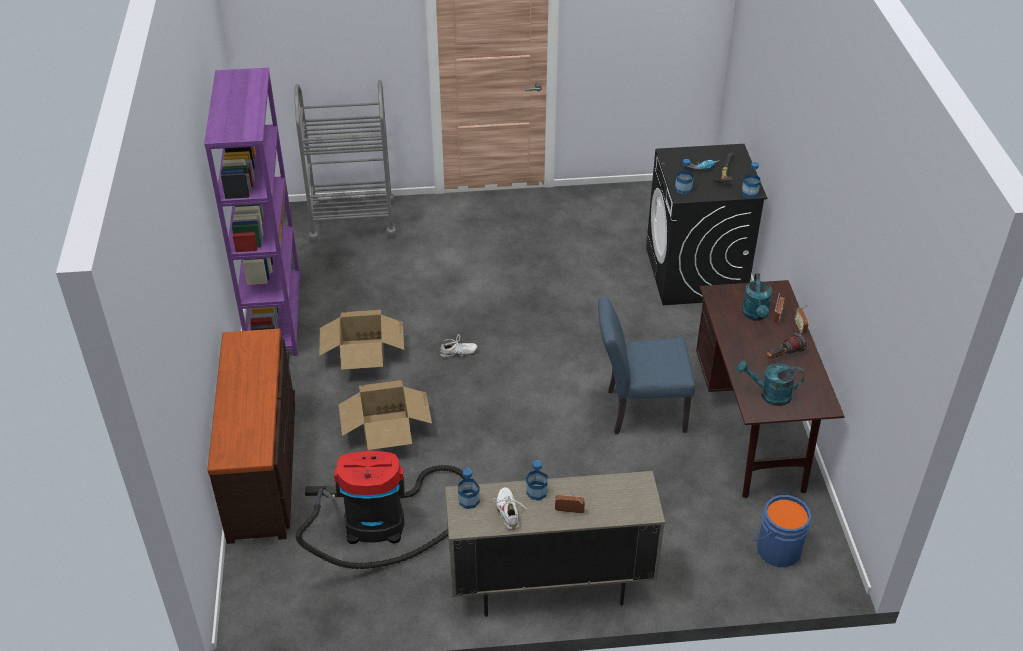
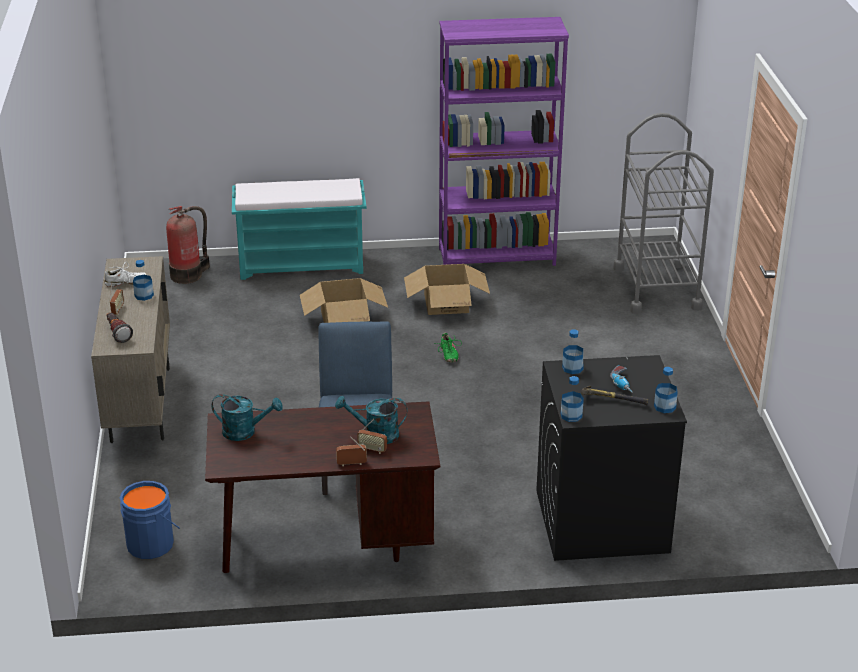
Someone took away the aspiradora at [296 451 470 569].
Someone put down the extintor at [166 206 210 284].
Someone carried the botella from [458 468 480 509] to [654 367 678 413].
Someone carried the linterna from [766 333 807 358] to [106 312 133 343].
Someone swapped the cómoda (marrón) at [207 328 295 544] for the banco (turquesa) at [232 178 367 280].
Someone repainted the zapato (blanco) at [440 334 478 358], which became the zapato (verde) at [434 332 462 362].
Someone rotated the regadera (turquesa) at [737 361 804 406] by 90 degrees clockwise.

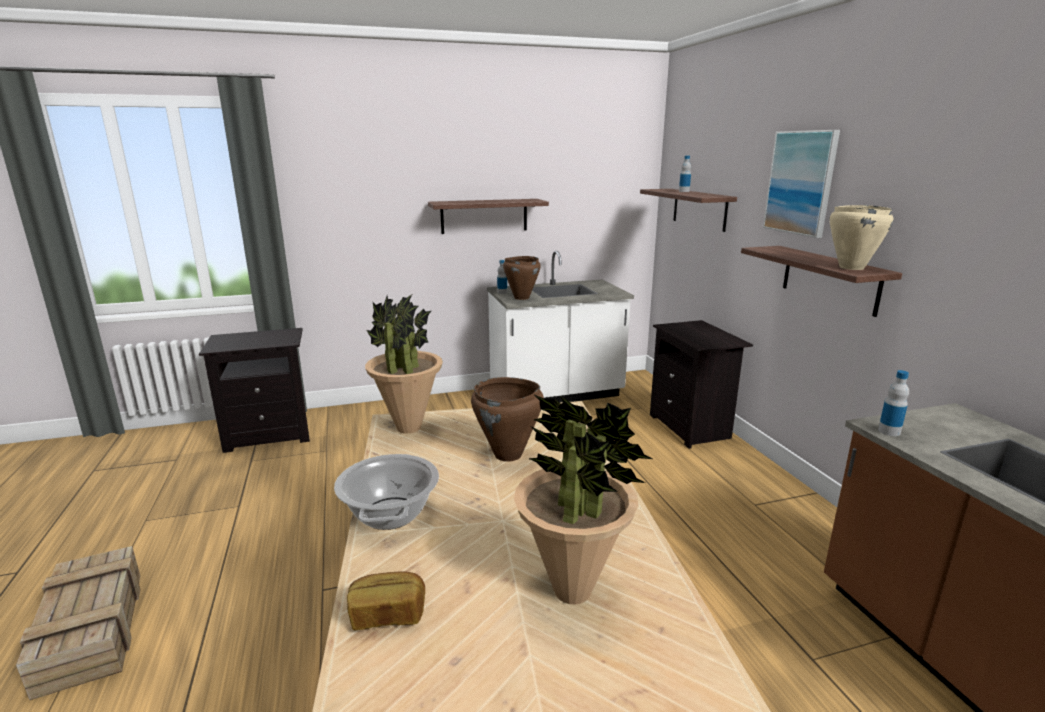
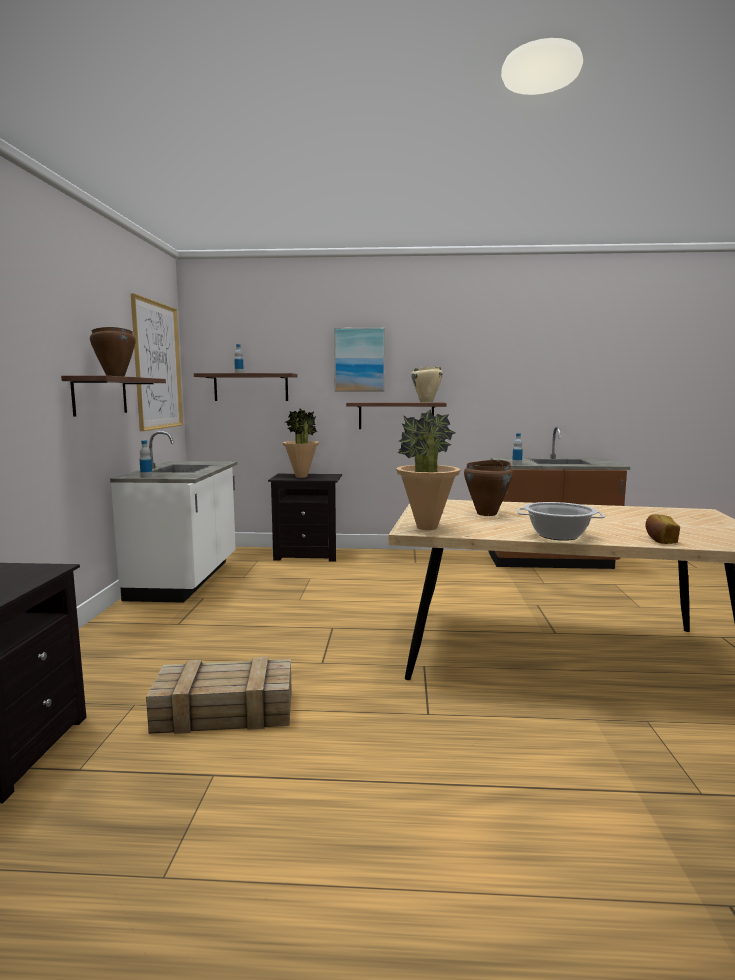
Someone put up the cuadro at [131 293 183 431].
Someone carried the caja de embalaje from [16 546 140 700] to [146 657 292 734].
Someone carried the olla (marrón) from [503 256 541 300] to [90 327 136 377].
Someone carried the planta en maceta from [514 394 652 604] to [282 409 319 478].

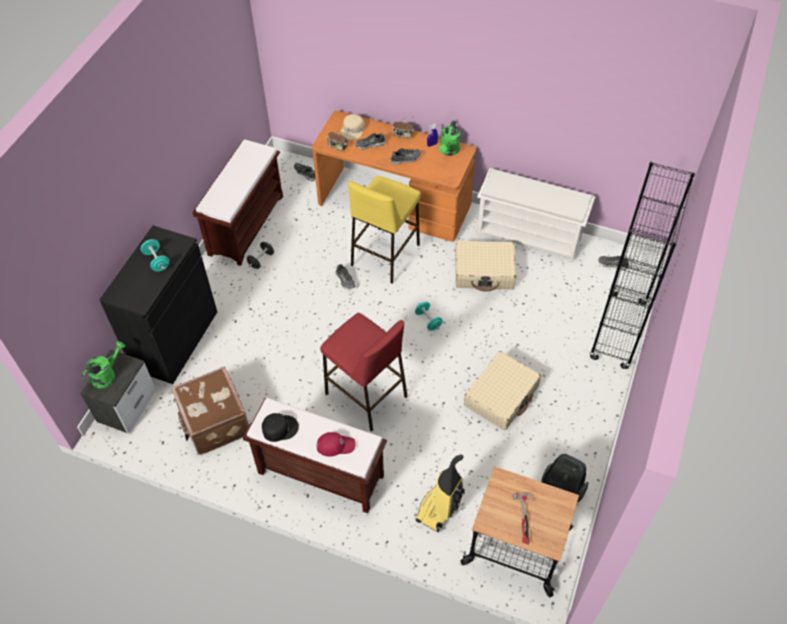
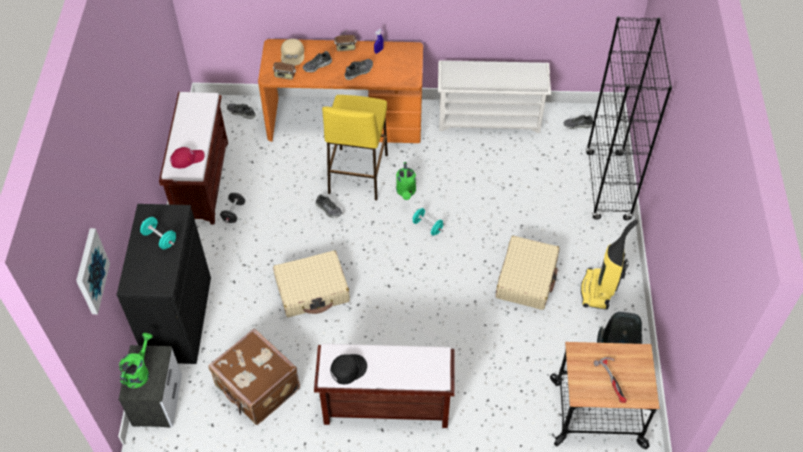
Someone took away the taburete (rojo) at [320 313 408 432].
Someone put up the cuadro at [76 228 110 314].
Someone carried the gorra (rojo) from [317 432 356 457] to [170 147 205 168].
Someone carried the aspiradora from [416 455 465 532] to [581 219 638 310].
Someone carried the regadera (verde) from [439 120 460 156] to [396 162 416 200].
Someone carried the maleta (beis) from [455 241 516 292] to [273 250 350 317].

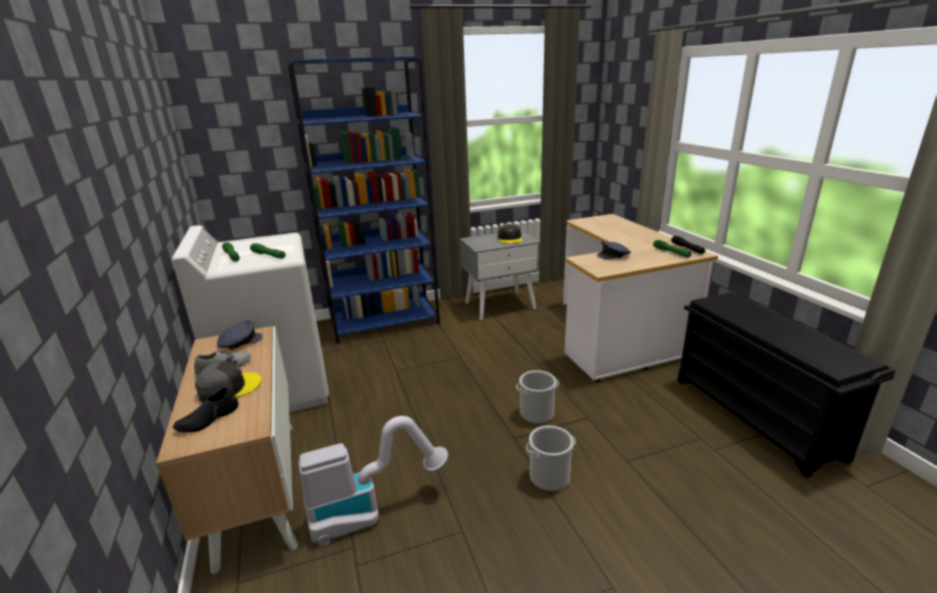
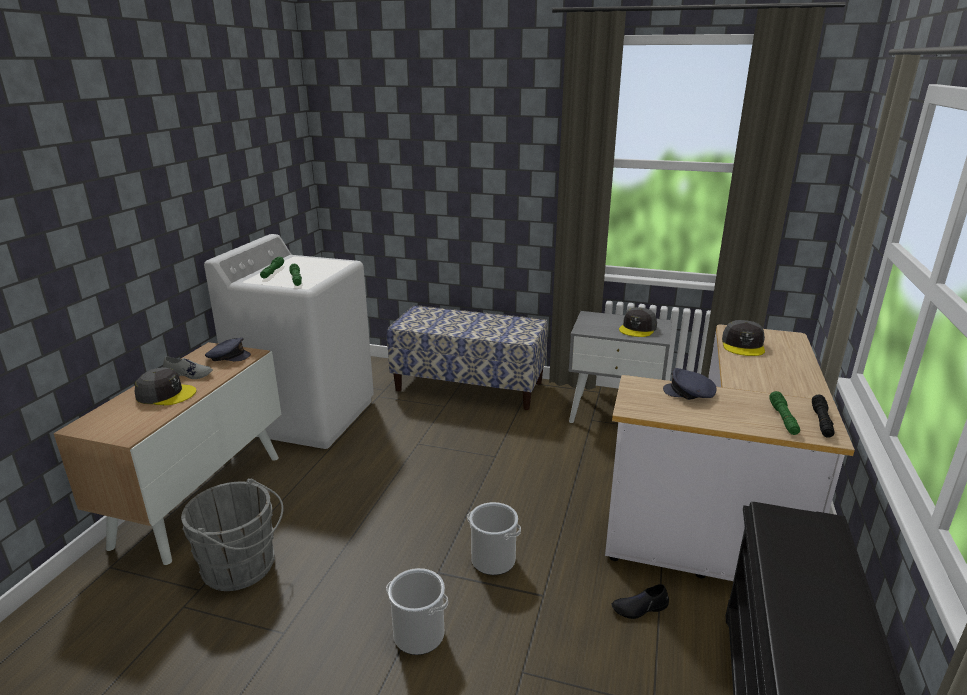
Someone put down the gorra (gris) at [722 320 765 356].
Someone carried the zapato (negro) from [173 387 239 432] to [611 584 669 619].
Someone swapped the estantería (azul) at [288 56 440 344] for the banco at [387 305 548 410].
Someone swapped the aspiradora at [299 416 448 546] for the cubo (gris) at [181 479 283 591].

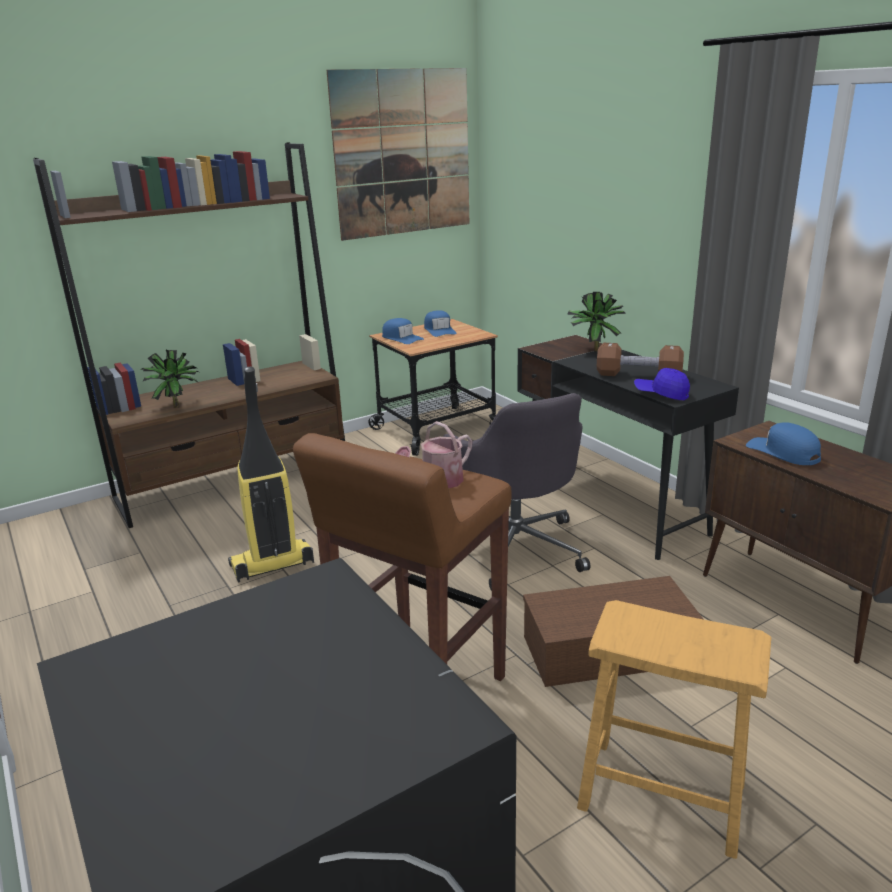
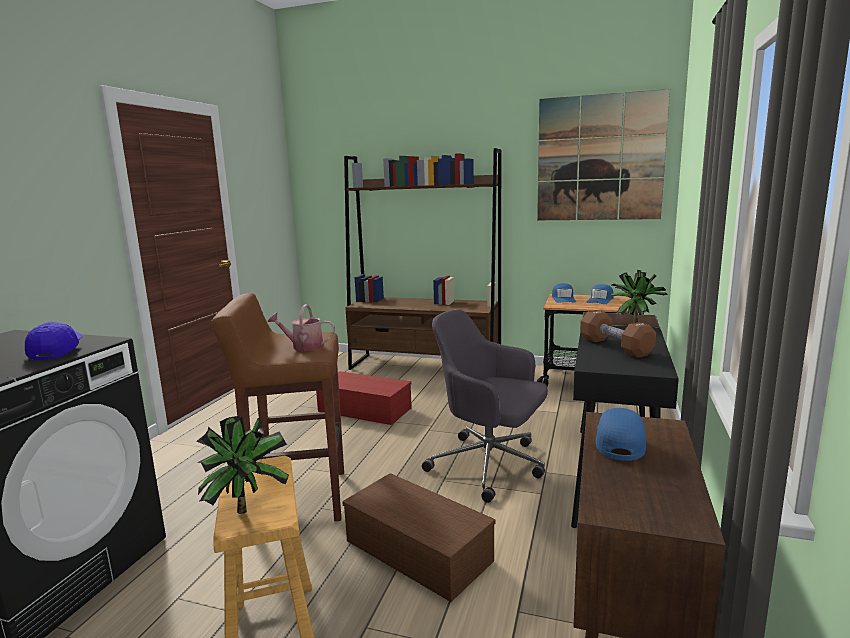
Someone carried the planta en maceta from [142 350 199 408] to [196 416 289 514].
Someone carried the gorra (azul) from [634 368 690 400] to [25 322 83 360].
Someone swapped the aspiradora at [228 367 314 582] for the caja de almacenaje (rojo) at [316 371 412 425].
Someone rotated the silla de oficina (gris) at [443 393 590 591] by 90 degrees clockwise.

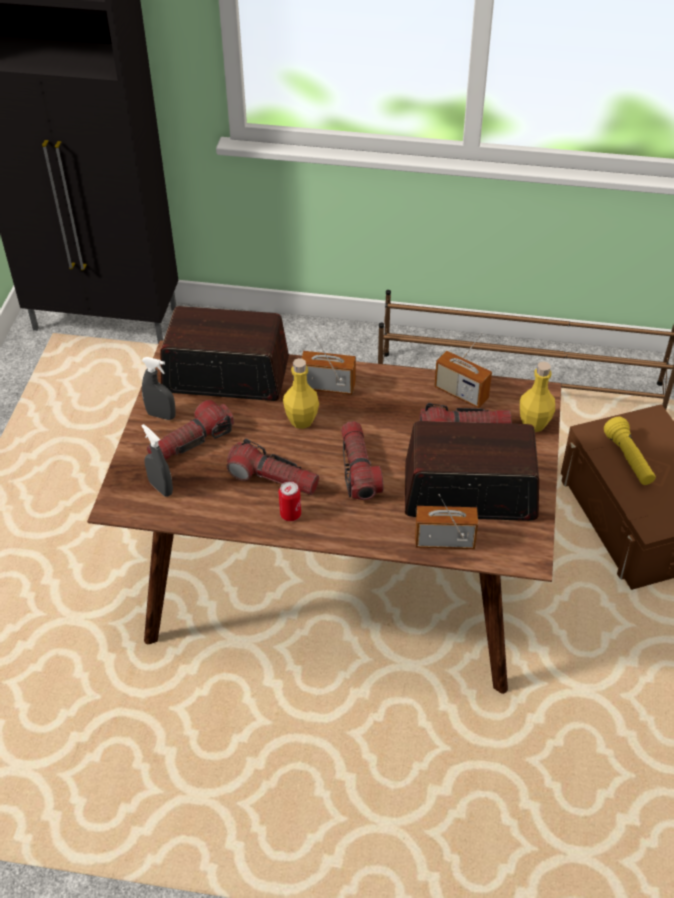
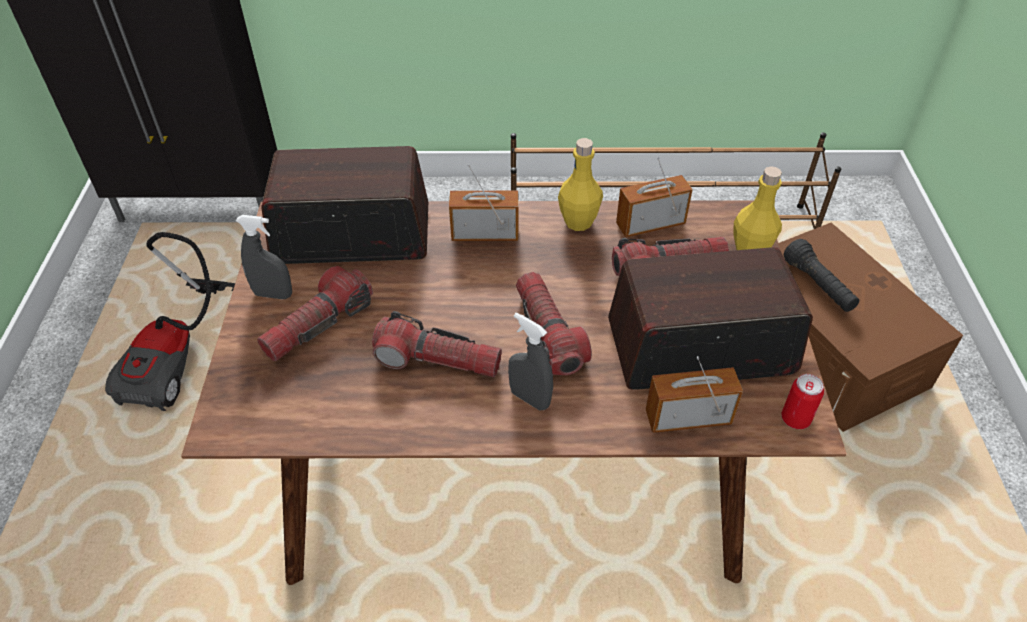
Someone put down the aspiradora at [105 232 235 411].
Someone carried the pulverizador (gris) from [142 424 173 497] to [508 313 553 410].
Someone carried the lata from [279 481 301 521] to [781 374 824 429].
Someone carried the botella (amarillo) from [283 358 319 429] to [558 138 603 231].
Someone repainted the linterna (amarillo) at [604 416 656 485], which became the linterna (negro) at [784 239 859 312].
Someone rotated the radio at [434 332 492 408] by 135 degrees clockwise.

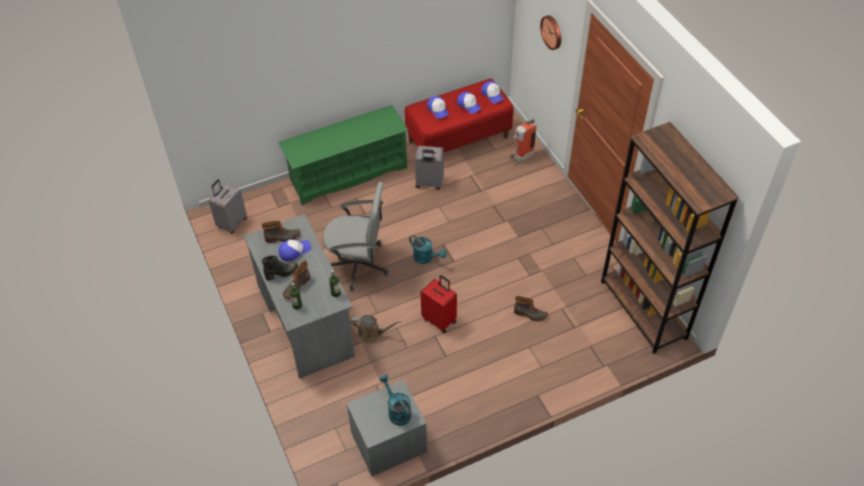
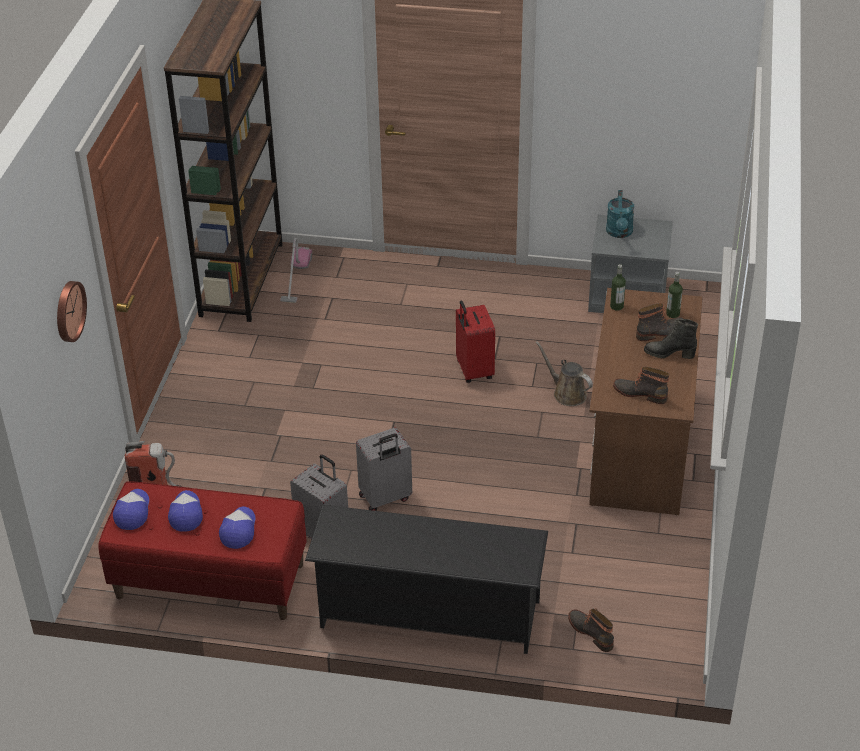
Someone took away the gorra at [279 240 311 261].
Someone took away the silla de oficina (gris) at [323 182 388 291].
Someone took away the regadera (turquesa) at [409 235 447 264].
Someone put down the aspiradora at [280 238 312 303].
Someone carried the maleta (gris) from [209 179 247 233] to [356 428 412 511].
Someone carried the bota from [514 296 548 321] to [568 609 614 652].
Someone repainted the escritorio (gris) at [244 214 355 379], which became the escritorio (marrón) at [589 288 703 515].
Someone repainted the zapatero (verde) at [278 105 409 205], which became the zapatero (negro) at [305 505 548 654].

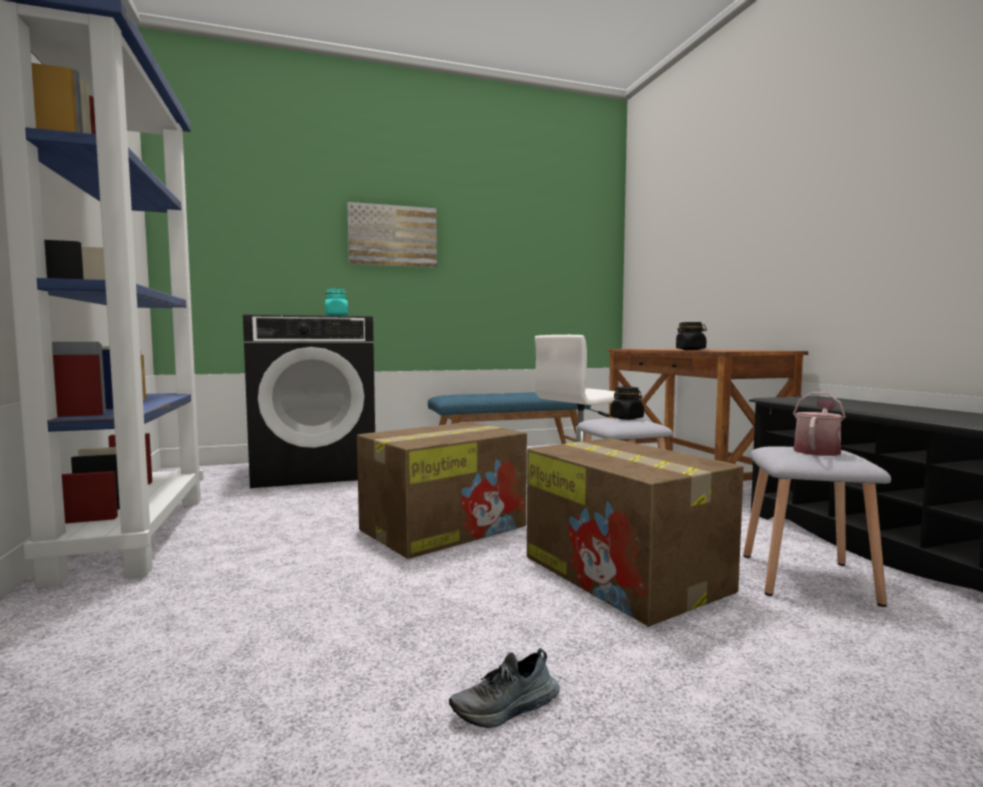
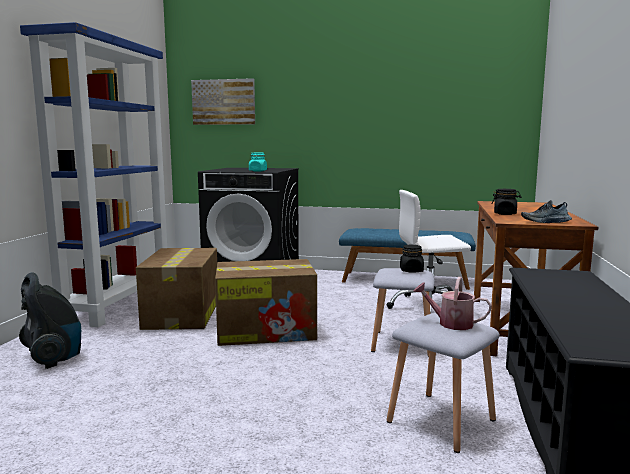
Someone put down the aspiradora at [19 272 81 369].
Someone carried the cuadro from [347 202 437 268] to [191 78 255 125].
Someone carried the zapato from [449 648 560 728] to [521 200 572 223].
Someone carried the caja de cartón from [527 438 744 626] to [136 248 217 330].
Someone rotated the regadera at [793 392 846 456] by 135 degrees counterclockwise.

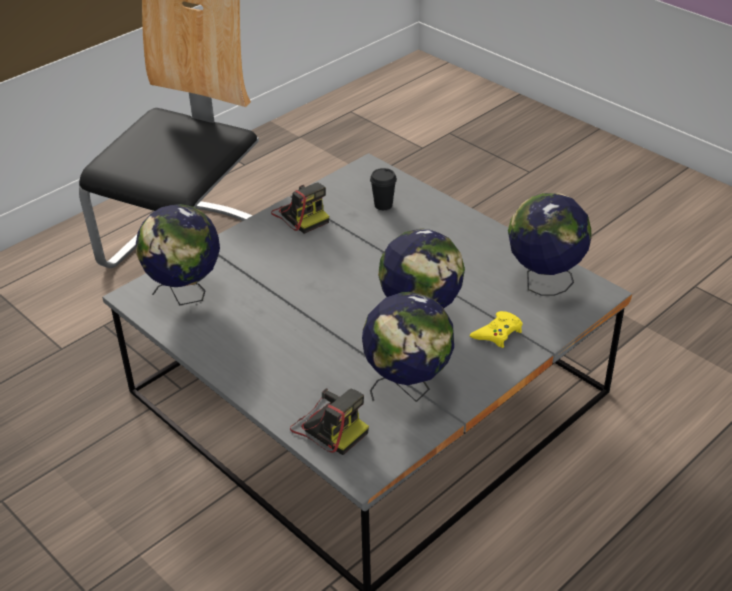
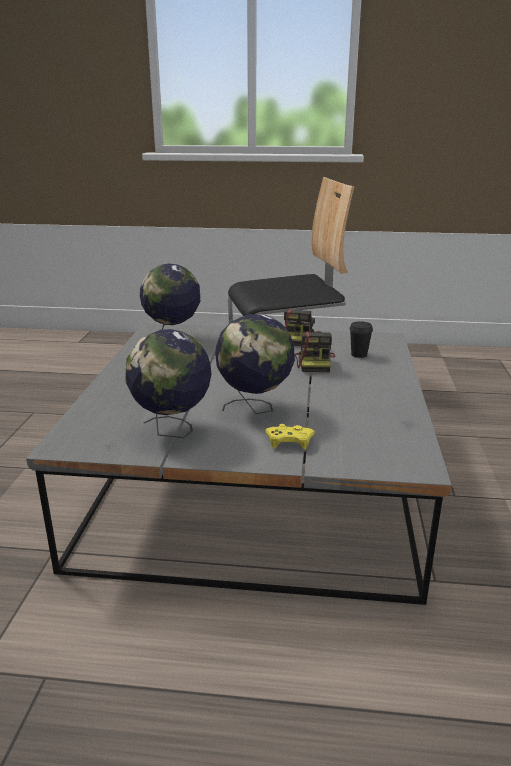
Someone took away the globo terráqueo at [508 193 592 296].
Someone carried the cámara from [290 388 369 455] to [295 332 336 372].

